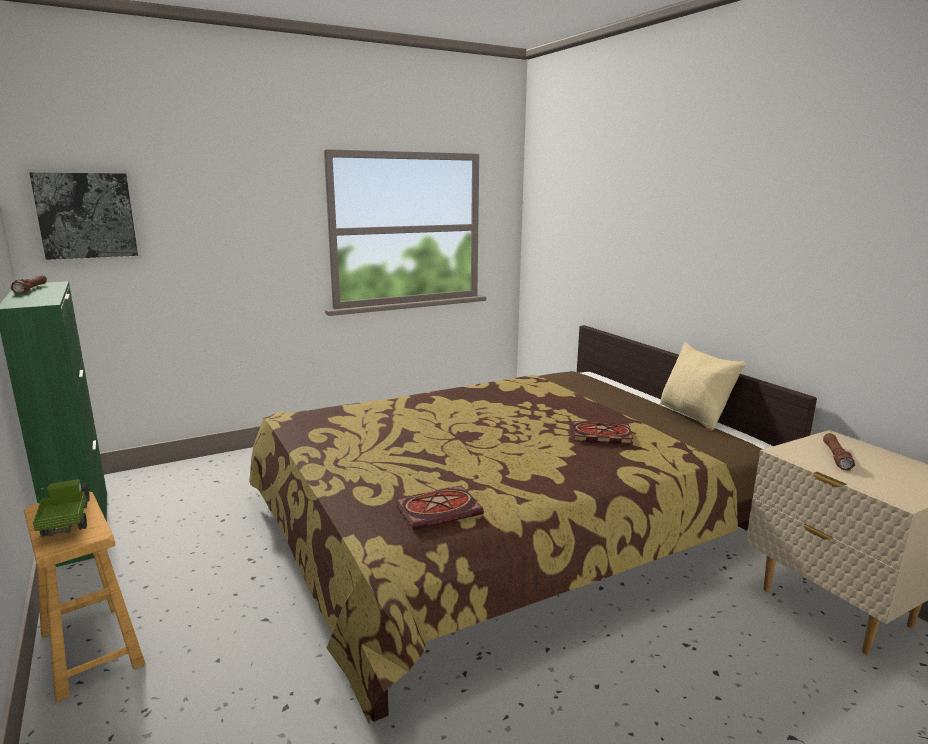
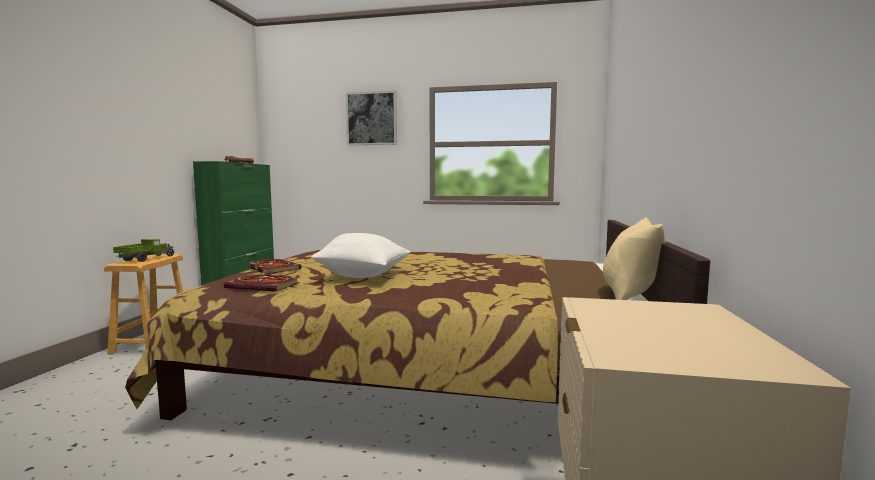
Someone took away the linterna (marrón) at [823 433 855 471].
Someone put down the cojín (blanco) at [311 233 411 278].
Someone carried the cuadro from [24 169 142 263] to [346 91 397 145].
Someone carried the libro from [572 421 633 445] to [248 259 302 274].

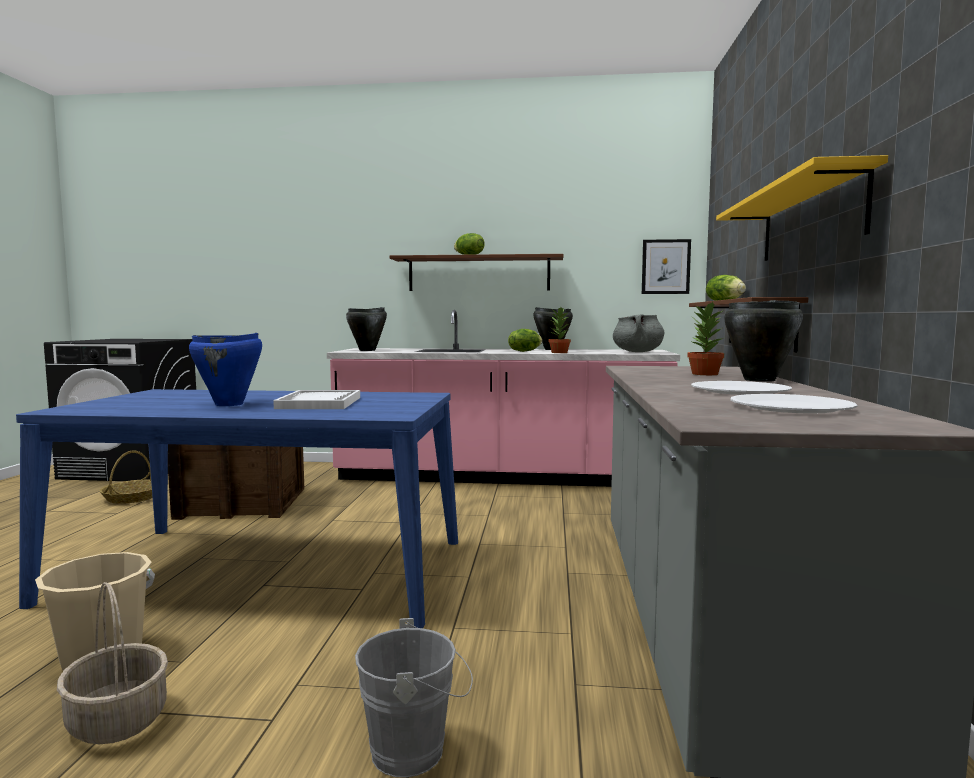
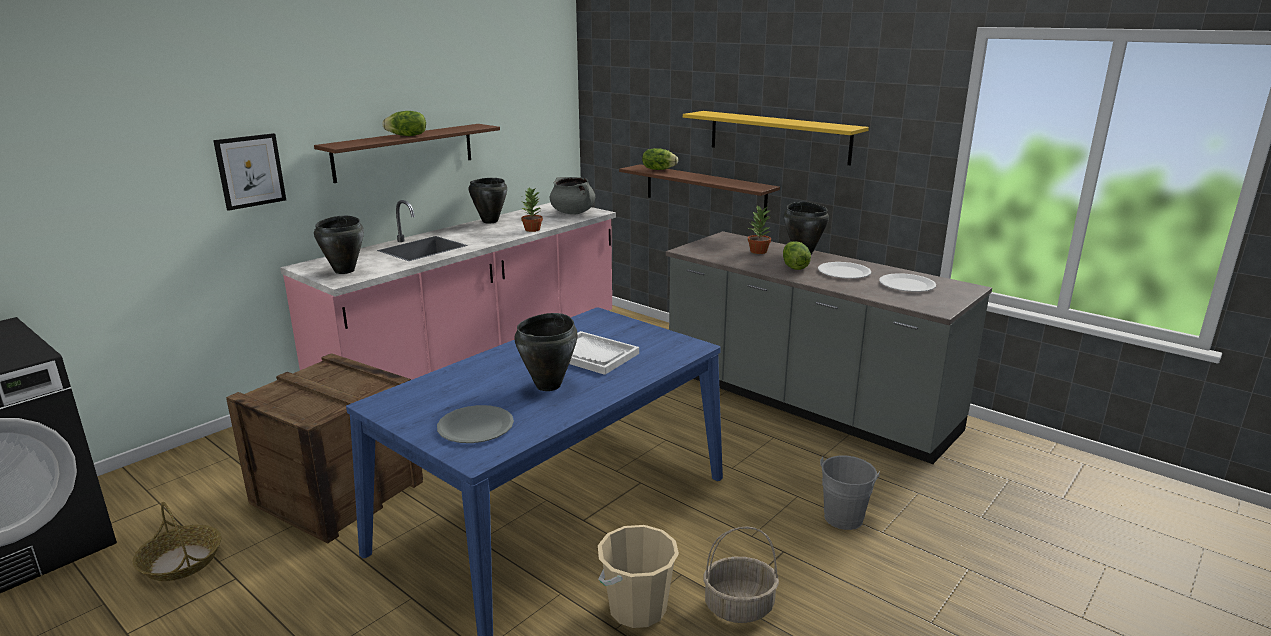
Someone put down the plato (gris) at [437 405 514 443].
Someone carried the lechuga from [508 329 542 352] to [783 241 811 270].
Someone carried the cuadro from [642 239 691 294] to [213 133 286 211].
Someone repainted the olla (azul) at [189 333 262 406], which became the olla (negro) at [514 313 578 391].

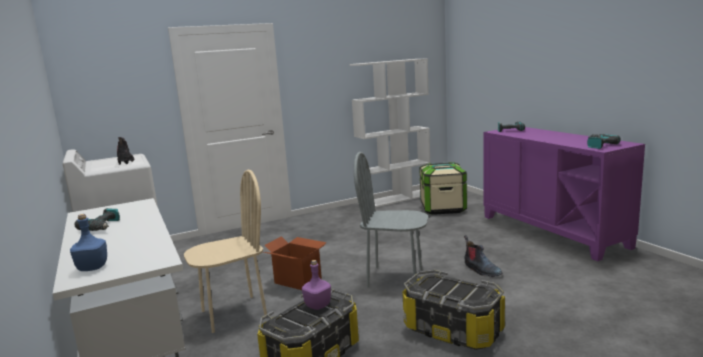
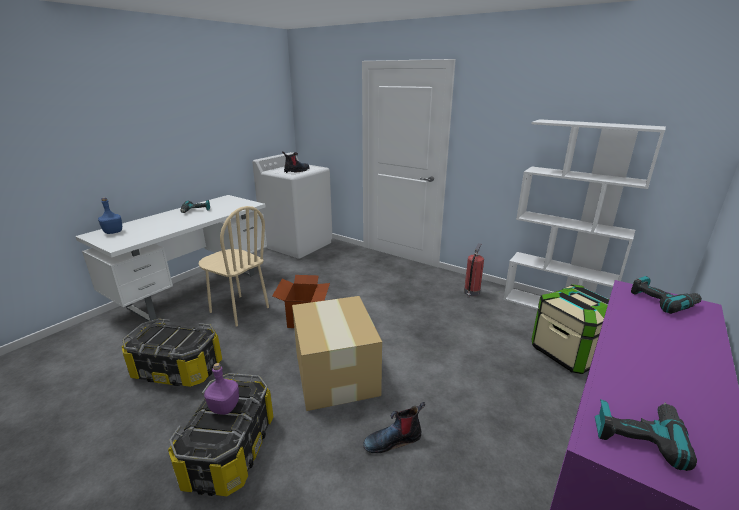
Someone put down the extintor at [464 243 484 298].
Someone carried the botella (morado) from [302 260 331 310] to [204 363 239 415].
Someone swapped the silla (gris) at [354 152 428 288] for the caja de cartón at [292 296 382 411].
Someone rotated the bota at [464 235 502 277] by 45 degrees clockwise.

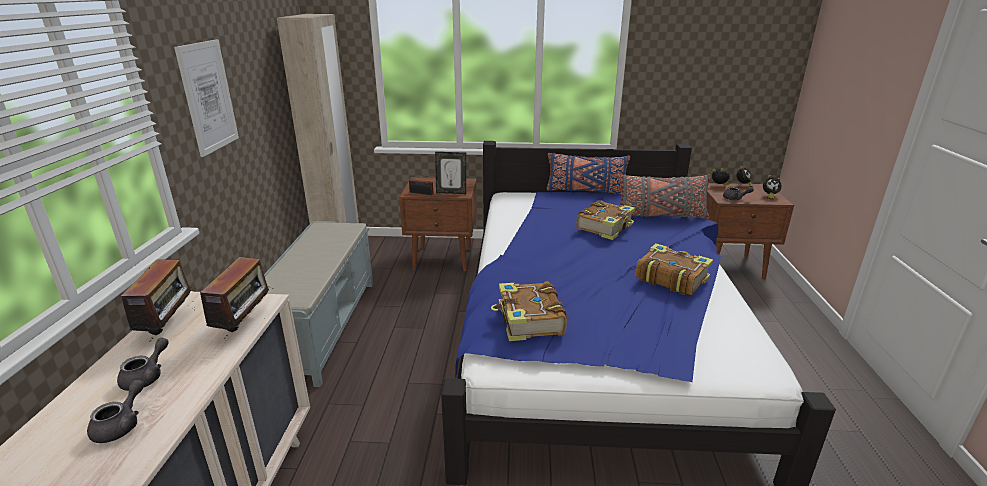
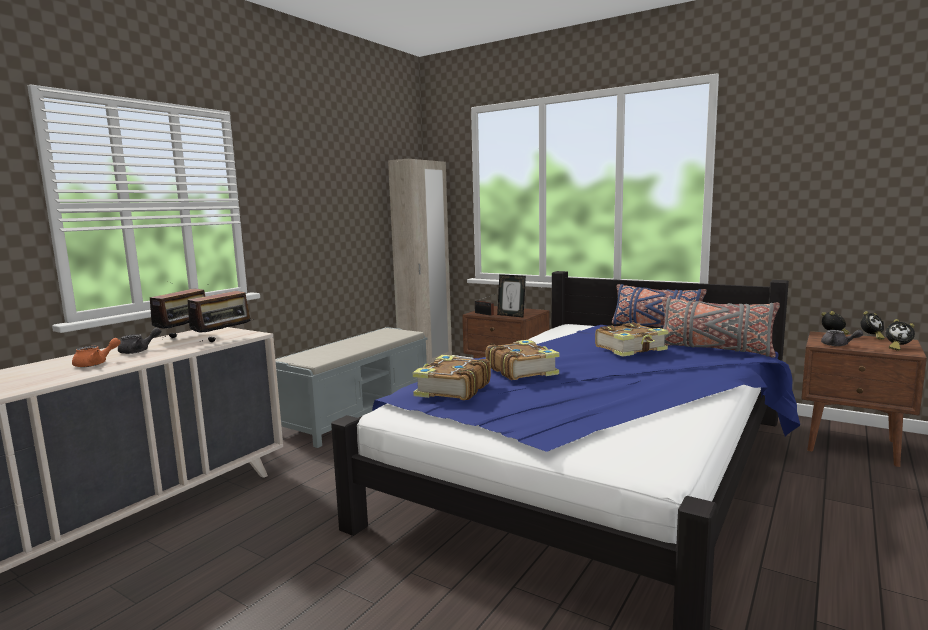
Someone took away the cuadro at [174 39 239 157].
Someone carried the libro from [636 243 713 295] to [486 340 559 380].
Someone repainted the tetera (gris) at [87 380 144 443], which became the tetera (naranja) at [72 338 121 367].

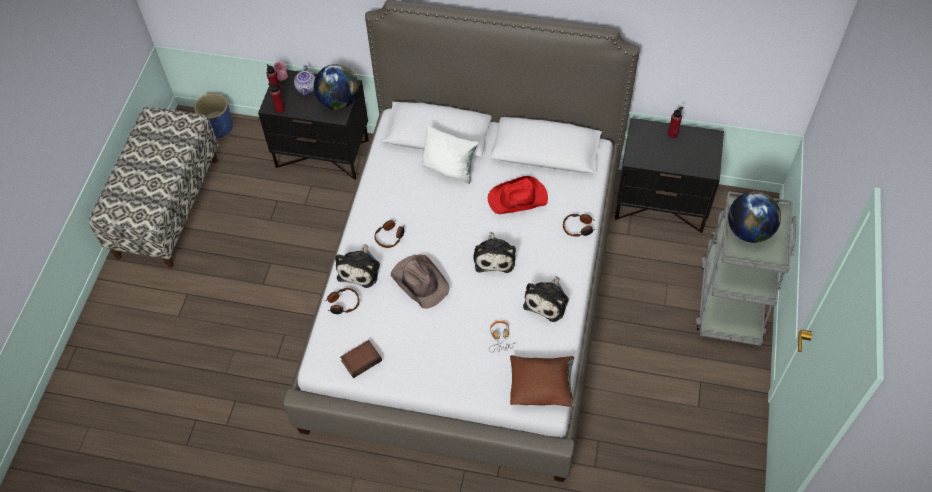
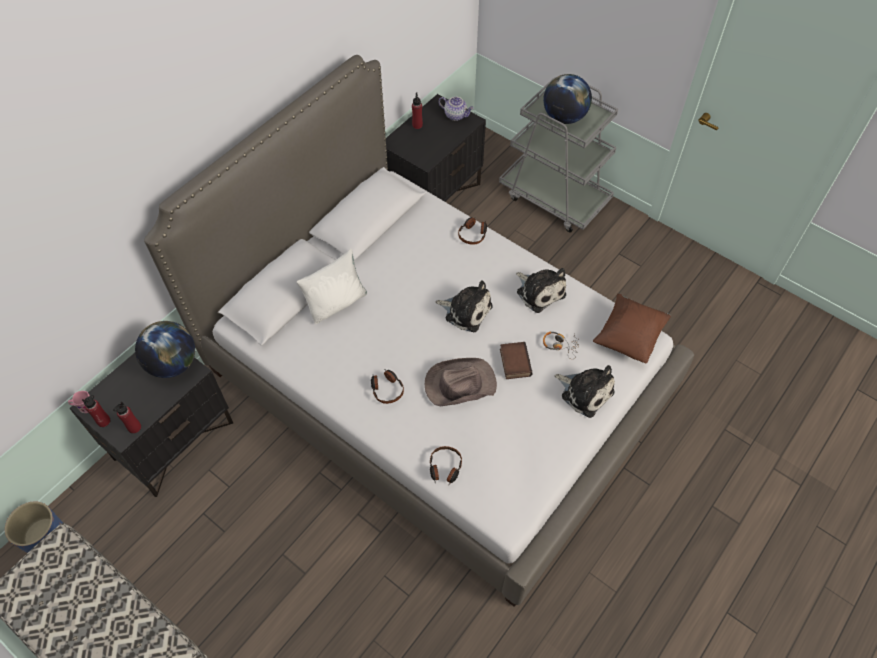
Someone took away the sombrero (rojo) at [488 176 548 214].
Someone carried the tetera from [294 65 315 96] to [438 97 474 121].
Someone carried the peluche from [335 244 380 288] to [555 365 615 418].
Someone carried the libro from [340 340 382 378] to [500 342 533 379].

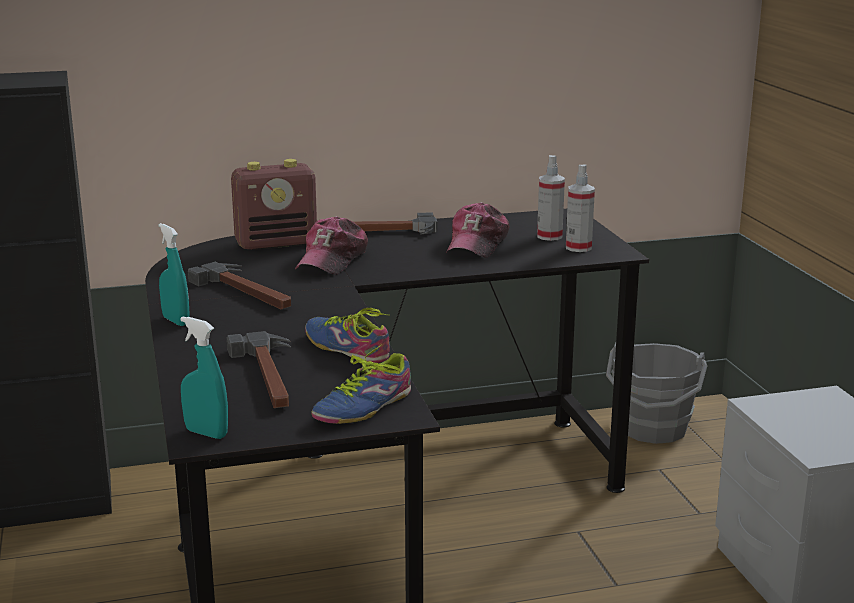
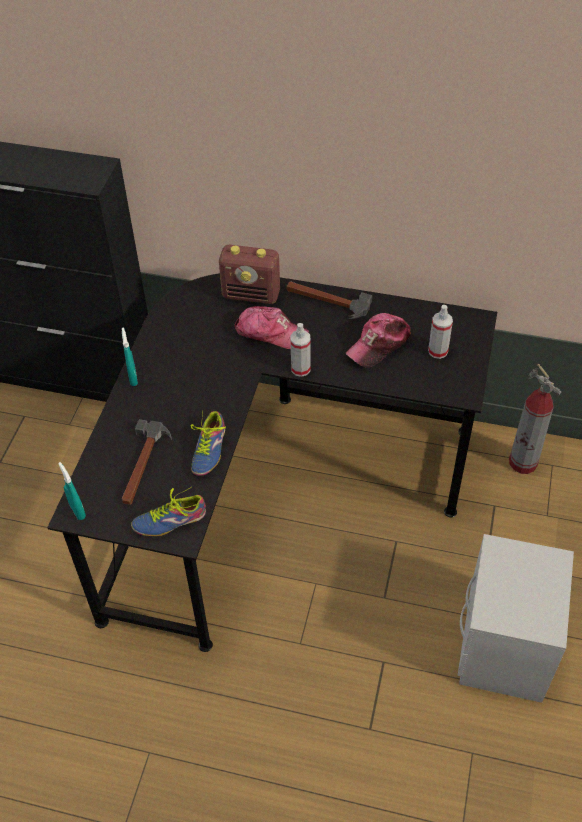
Someone took away the martillo at [188 262 291 310].
Someone carried the pulverizador from [566 165 595 252] to [290 323 311 377].
Someone swapped the cubo (gris) at [606 343 707 444] for the extintor at [509 364 561 474].
Someone rotated the gorra at [295 216 368 275] by 120 degrees counterclockwise.
Someone rotated the zapato at [305 308 390 363] by 150 degrees counterclockwise.

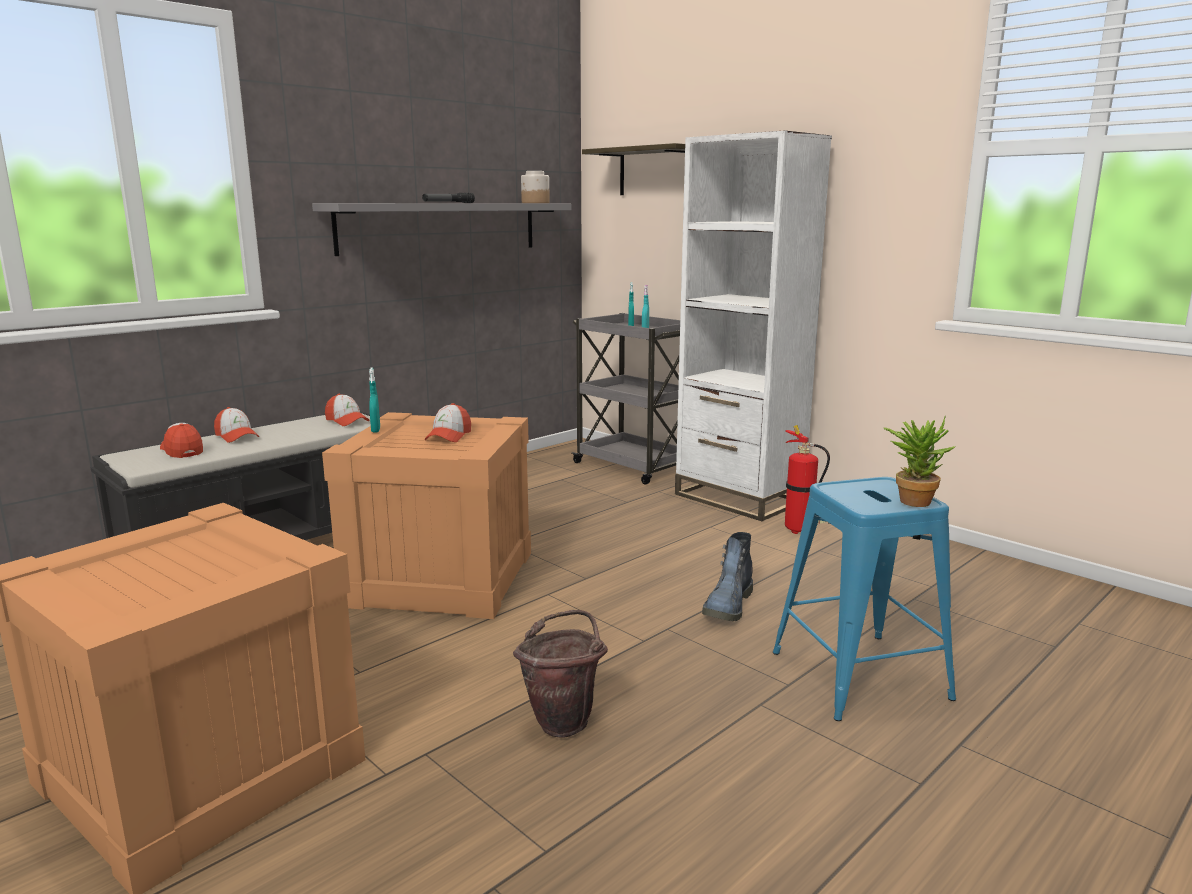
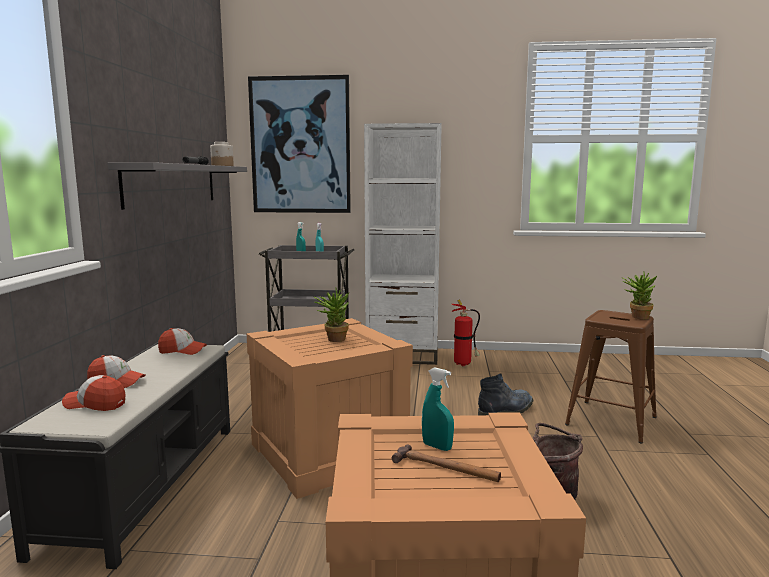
Someone put down the martillo at [392 445 501 482].
Someone carried the pulverizador (turquesa) from [369 368 380 433] to [422 367 454 451].
Someone swapped the gorra at [425 403 471 442] for the planta en maceta at [314 289 349 342].
Someone swapped the estante at [582 143 685 195] for the cuadro at [248 75 351 213].
Someone repainted the taburete (azul) at [773 477 956 721], which became the taburete (marrón) at [565 310 657 443].
Someone rotated the bota at [702 532 753 621] by 105 degrees counterclockwise.

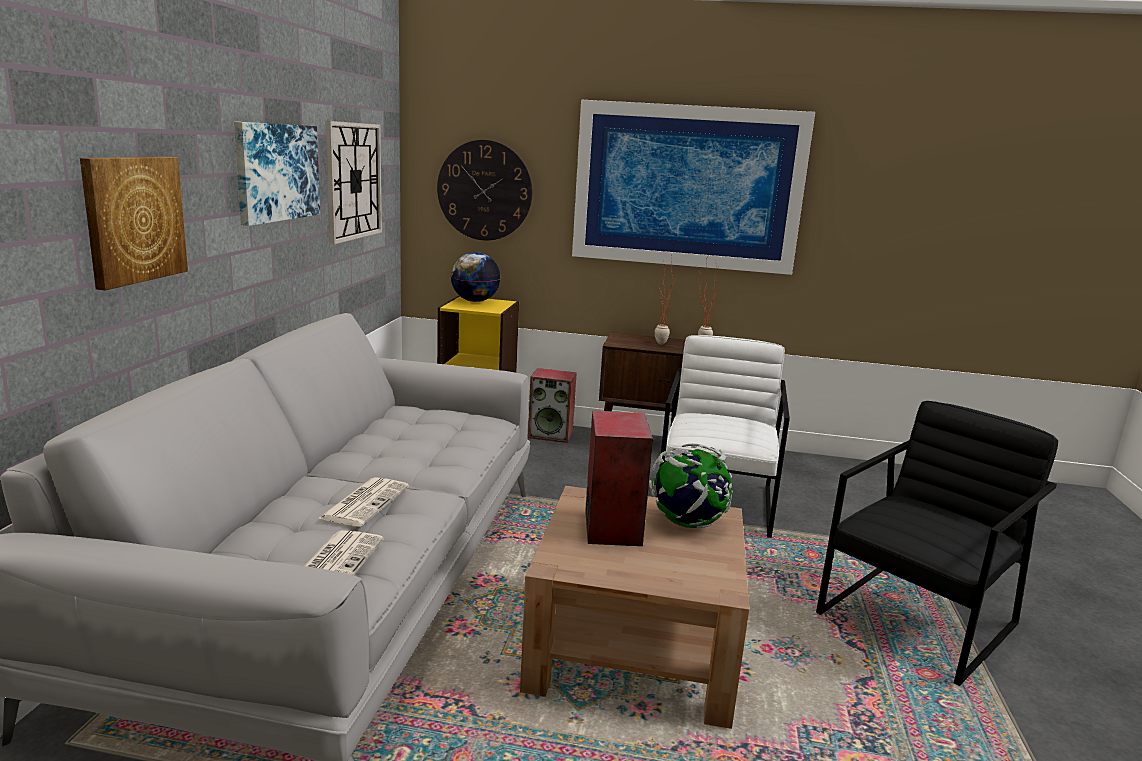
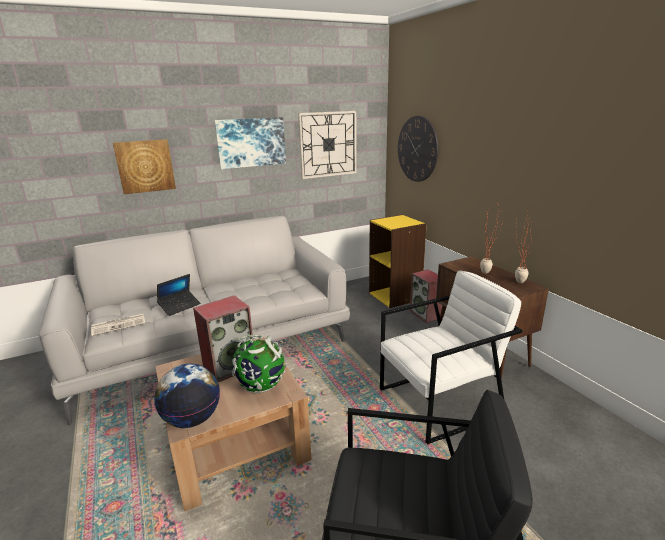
Someone took away the cuadro at [572 100 815 275].
Someone carried the globo terráqueo from [451 252 501 302] to [154 364 220 428].
Someone swapped the periódico at [318 477 409 527] for the portátil at [157 274 201 316].

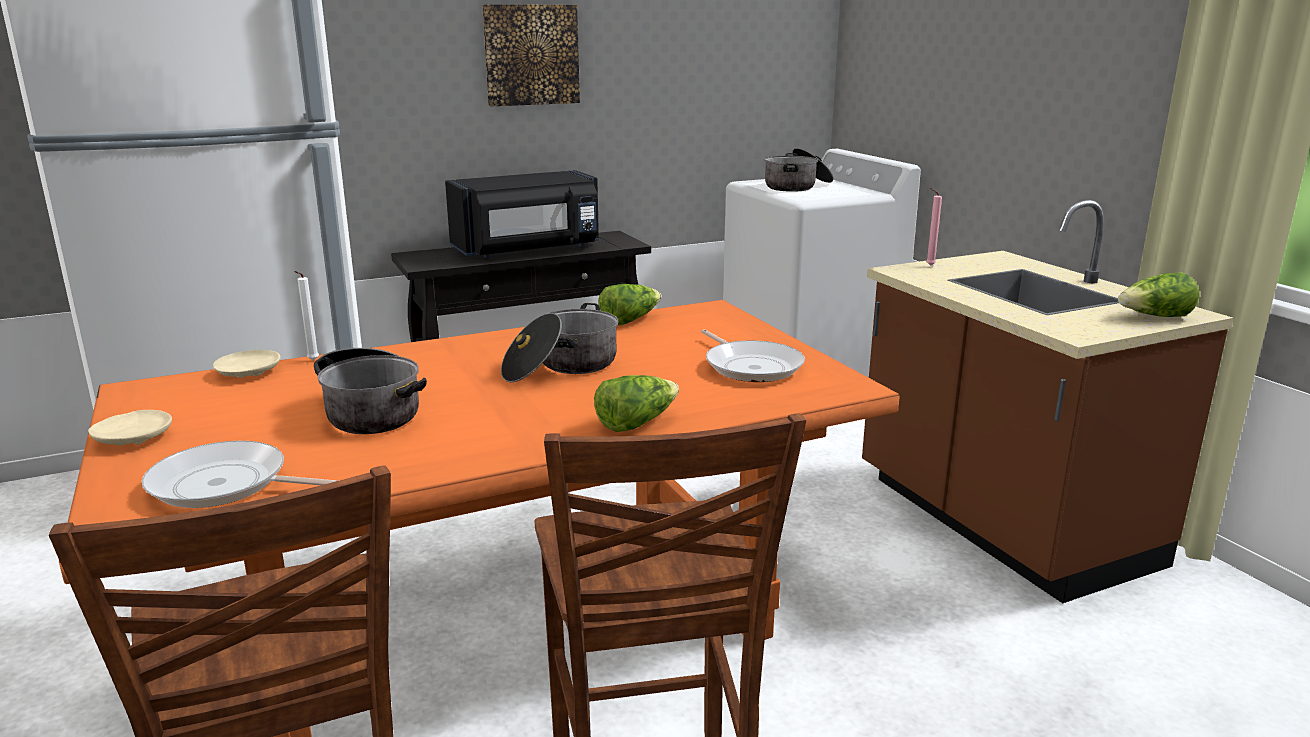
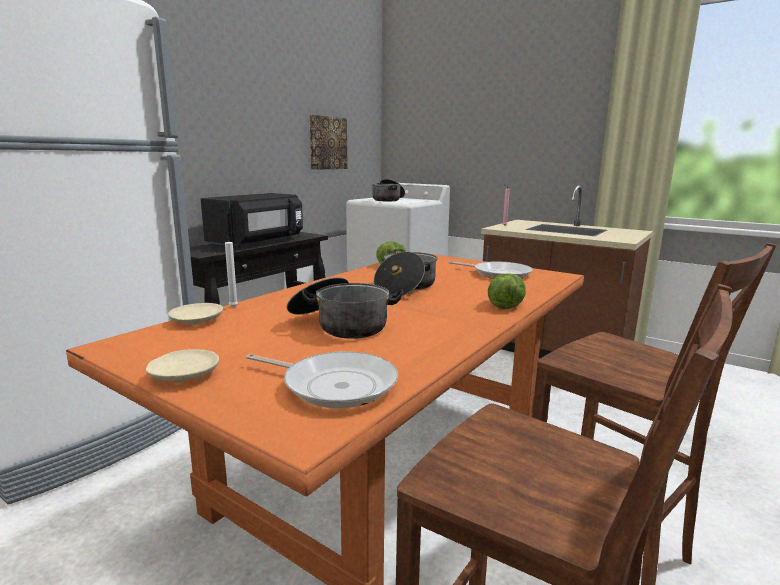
Someone took away the lechuga at [1118 272 1199 317].
Someone carried the cuadro from [482 4 580 106] to [309 115 348 170].
Someone rotated the sartén at [142 441 338 508] by 135 degrees counterclockwise.

